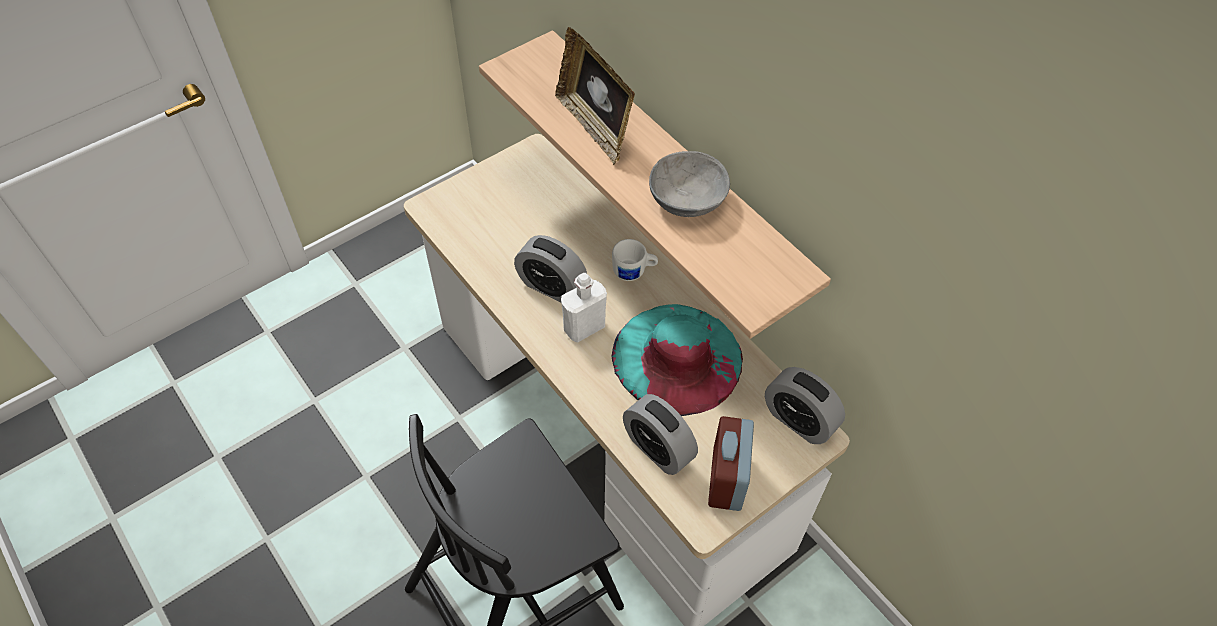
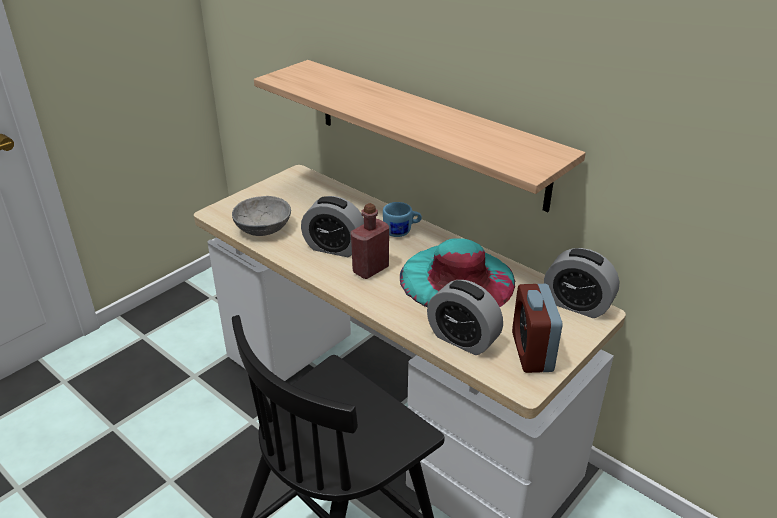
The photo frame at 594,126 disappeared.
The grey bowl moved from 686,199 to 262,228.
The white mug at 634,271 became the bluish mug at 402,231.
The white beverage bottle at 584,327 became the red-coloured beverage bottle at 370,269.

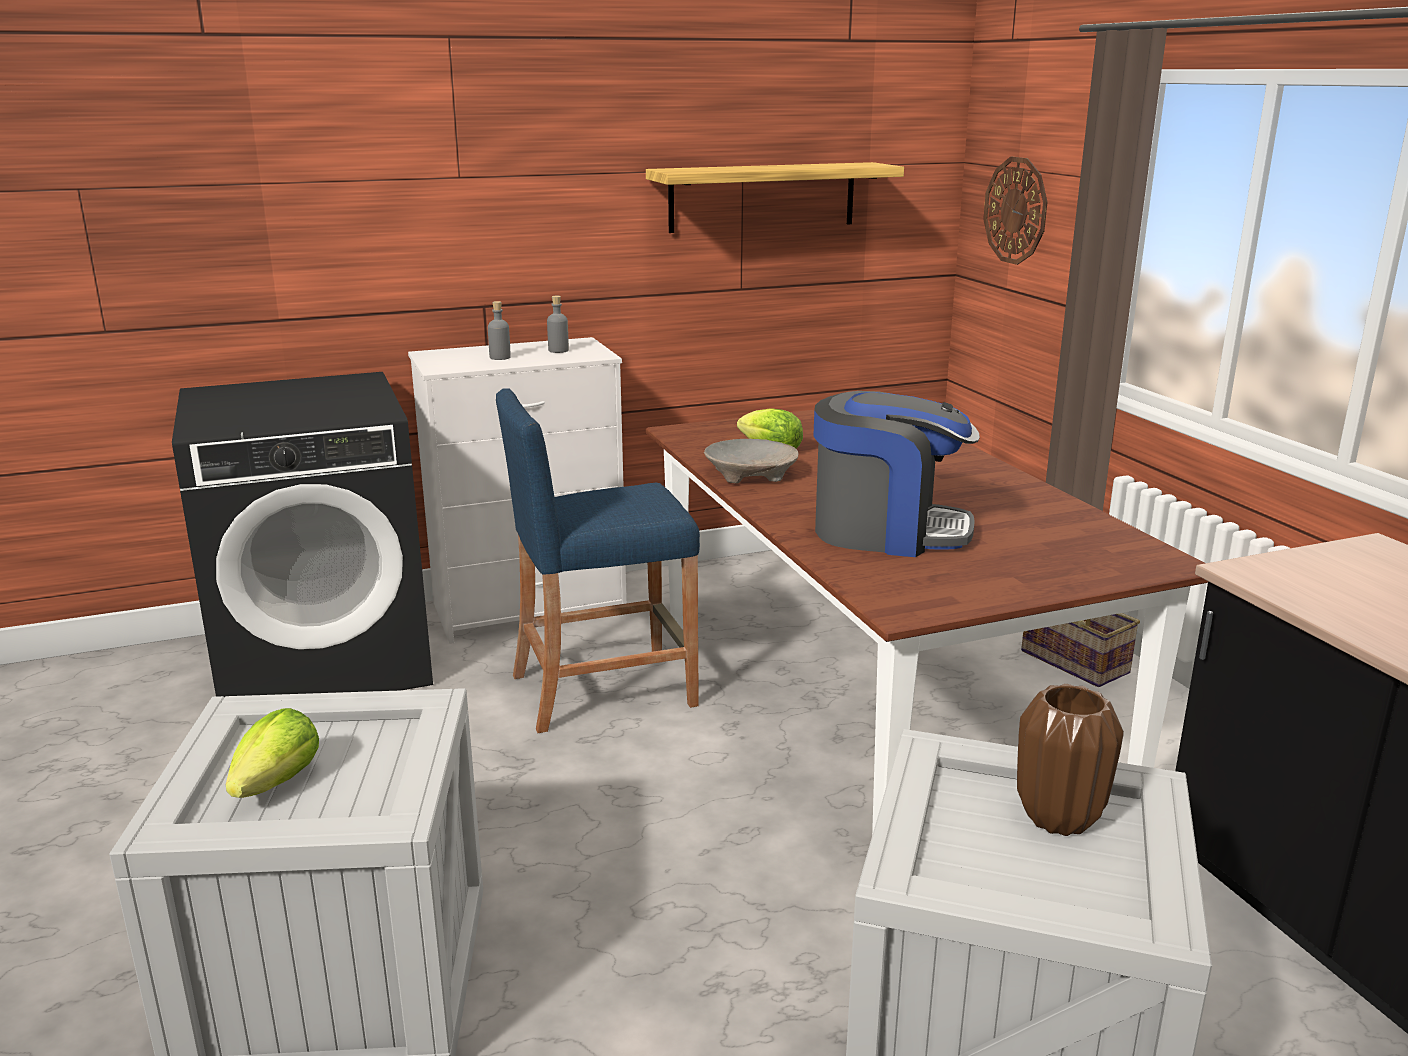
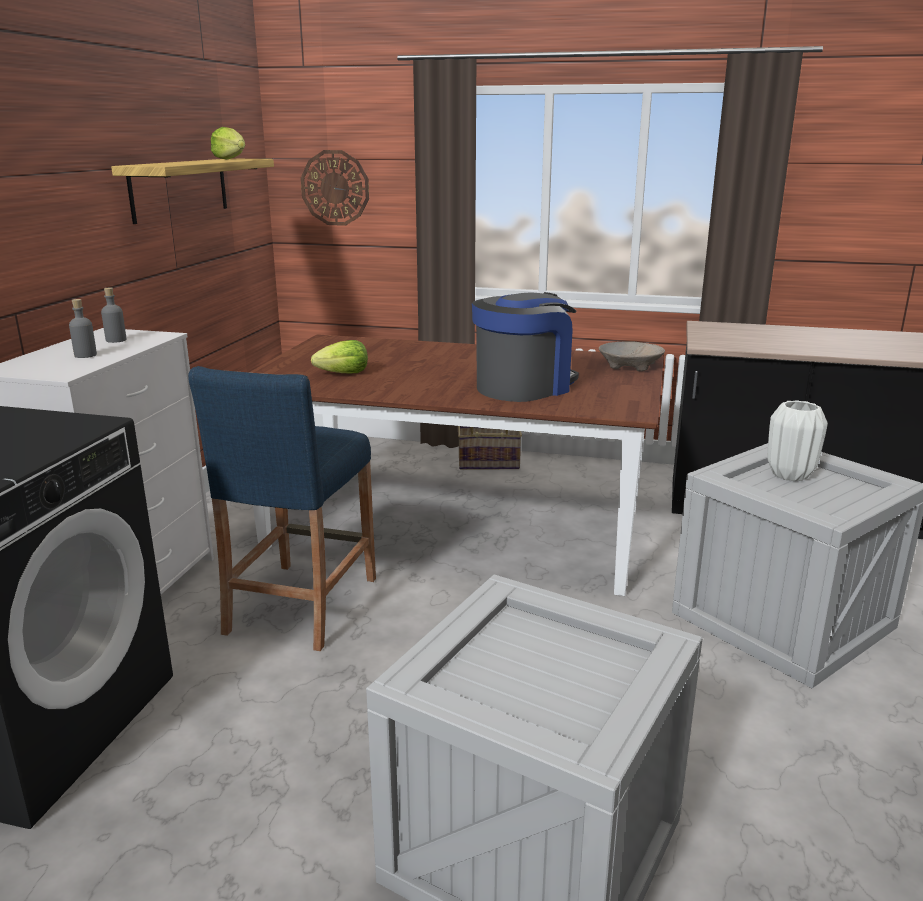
The sand-coloured bowl moved from 750,474 to 629,365.
The brownish vase at 1060,819 became the white vase at 790,475.
The lettuce moved from 278,783 to 230,159.

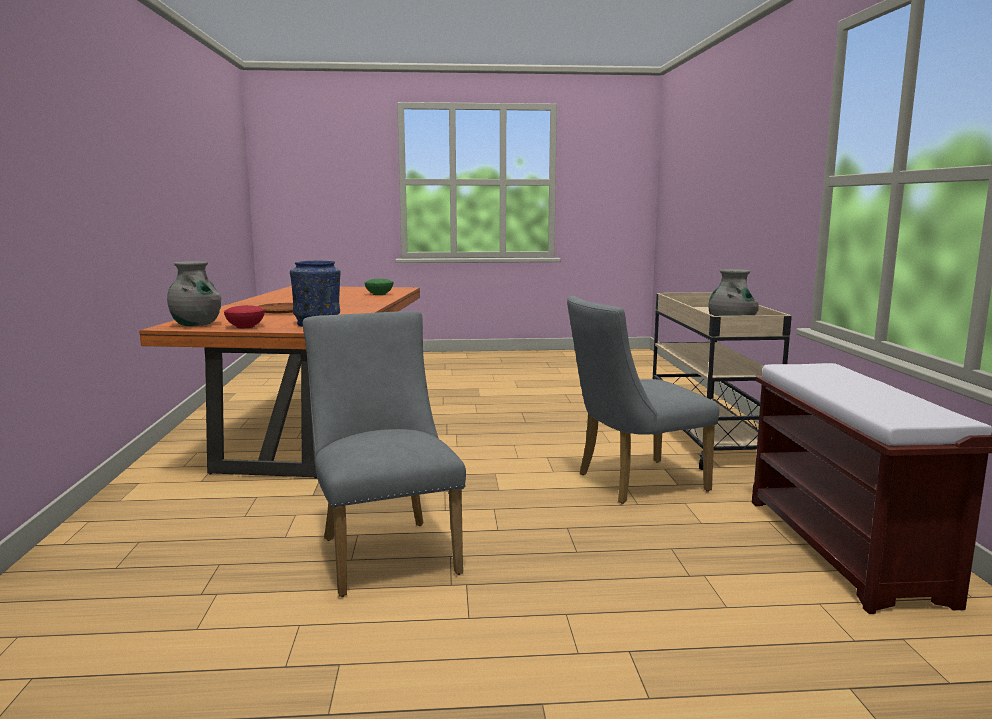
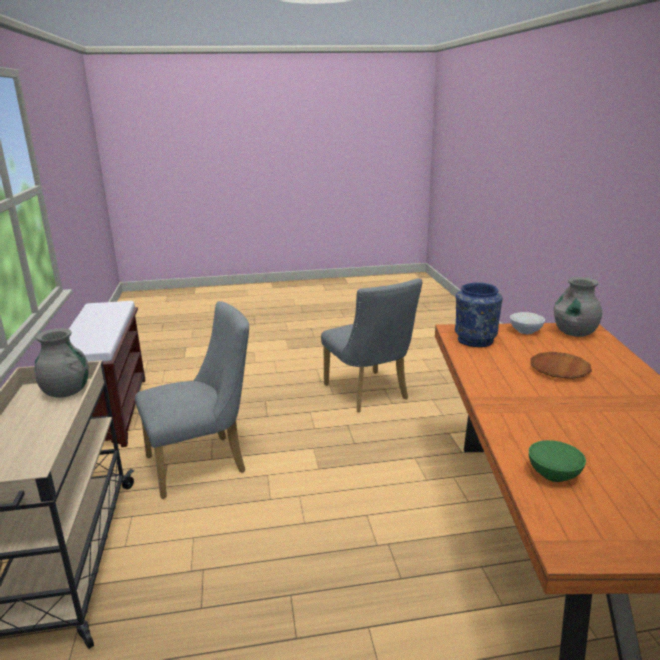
The red-coloured bowl at 245,326 became the white bowl at 526,331.

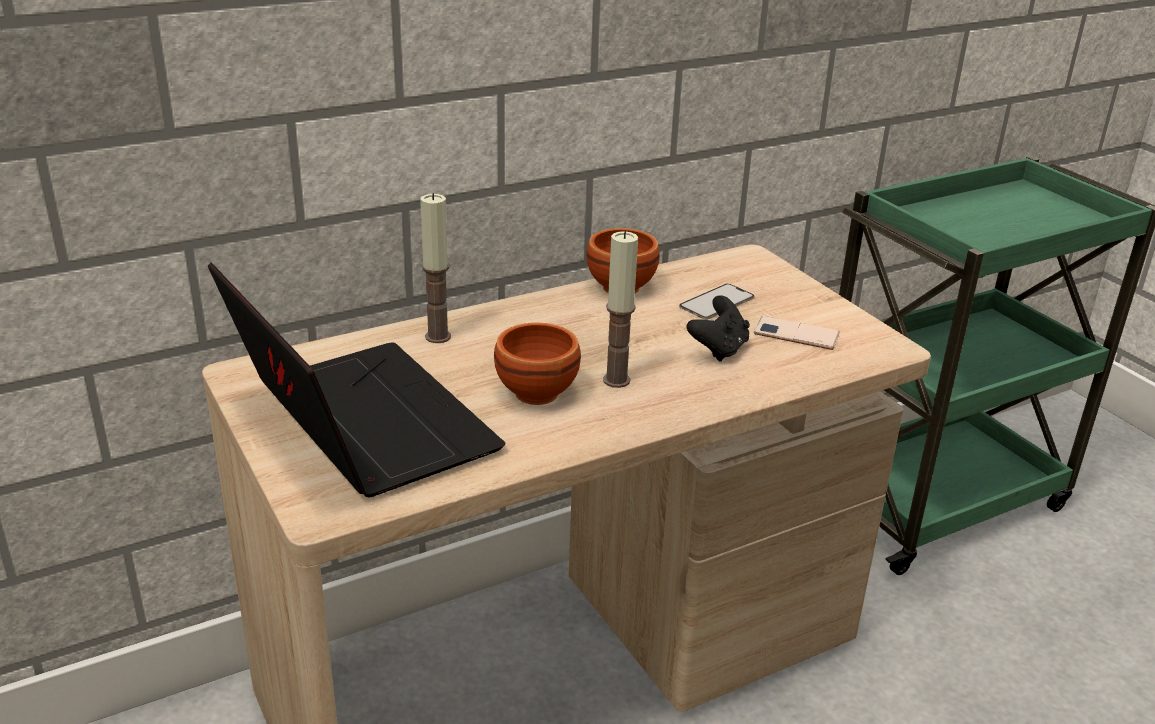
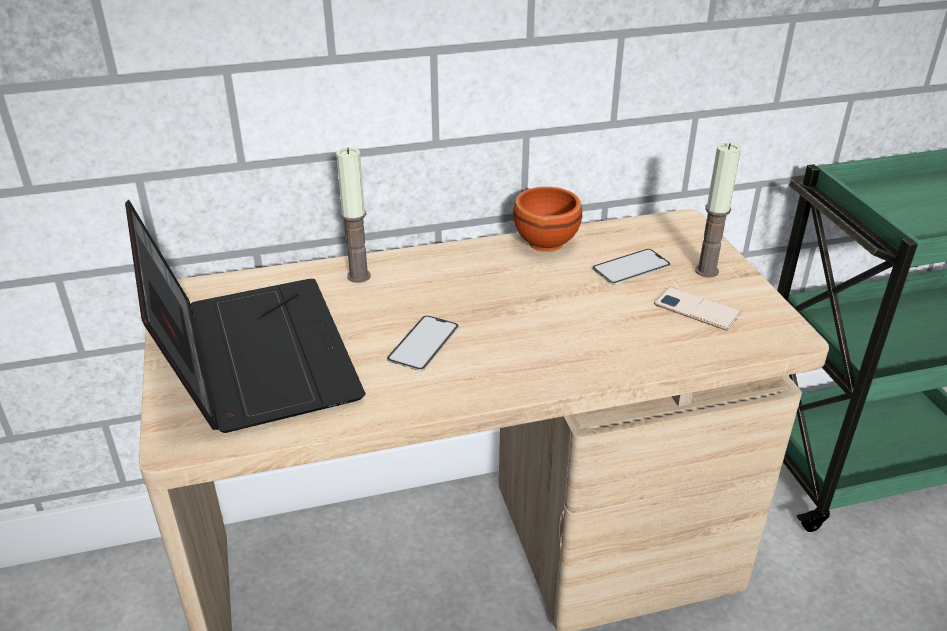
The wax candle moved from 616,380 to 706,271.
The black joypad at 719,349 disappeared.
The brownish bowl at 539,392 was replaced by the telephone at 423,343.

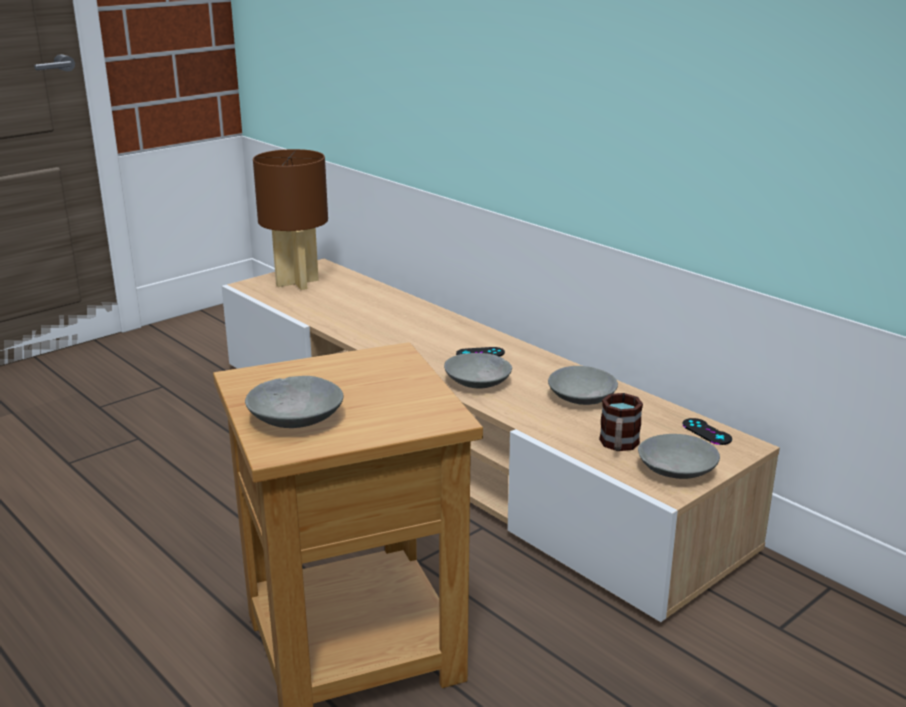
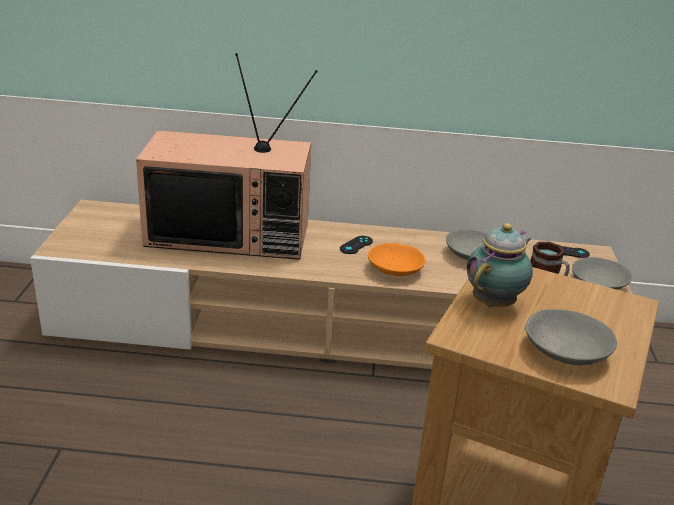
The brownish table lamp at 298,283 disappeared.
The grey bowl at 478,382 became the orangey bowl at 396,269.
The TV at 231,234 appeared.
The tea pot at 495,302 appeared.

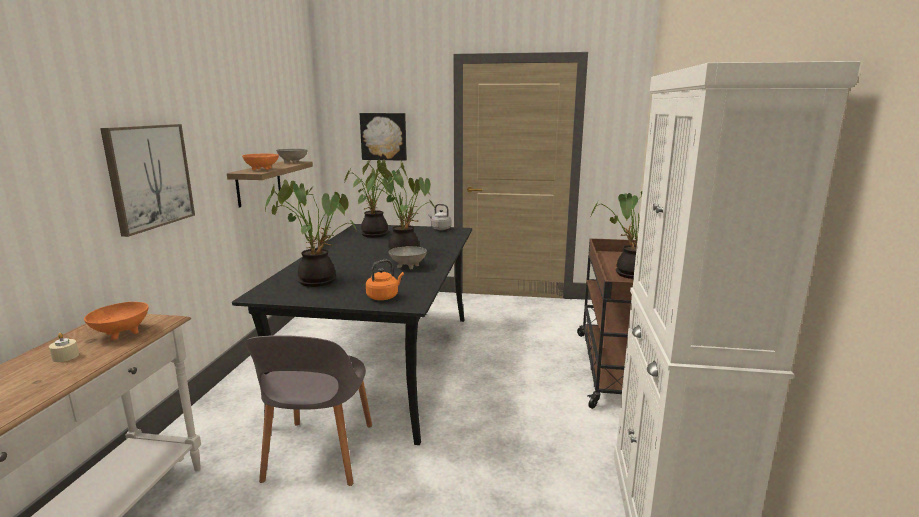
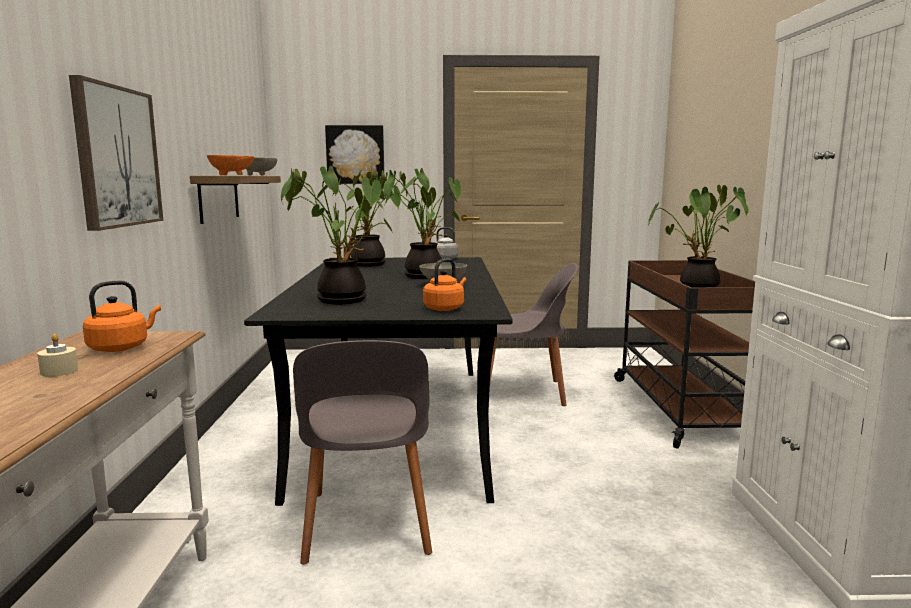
The orangey bowl at 122,332 was replaced by the orangey kettle at 121,347.
The grey chair at 525,392 appeared.

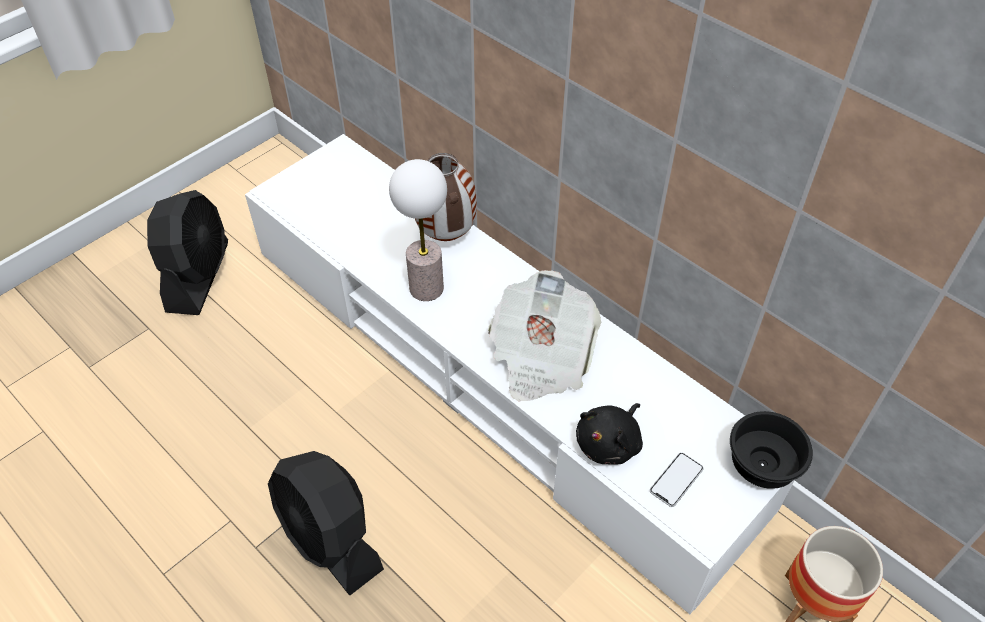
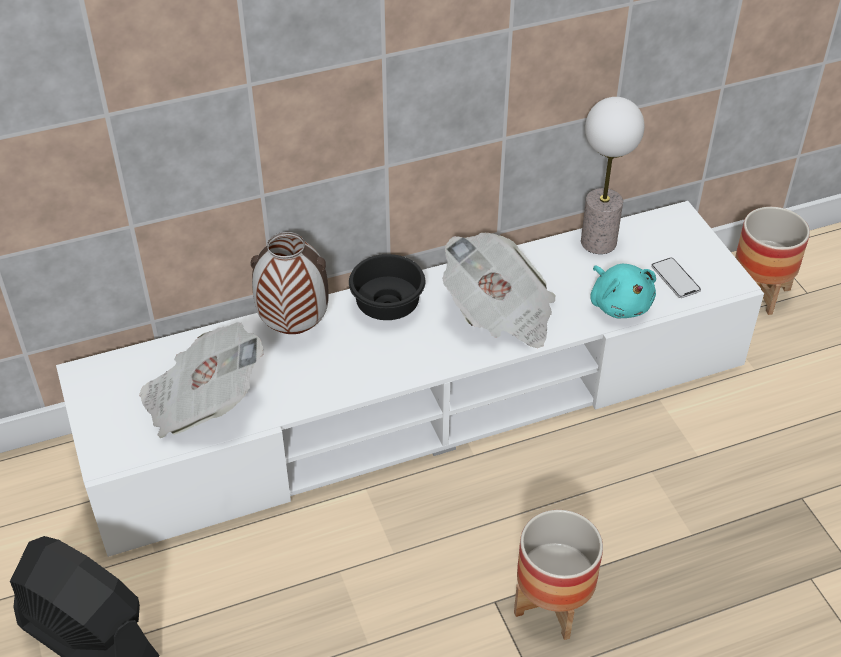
The table lamp moved from 426,288 to 599,242.
The black soft toy at 610,443 became the blue-green soft toy at 619,304.
The black bowl moved from 762,467 to 389,306.
The black electric fan at 330,538 was replaced by the plant pot at 552,604.
The printed paper at 202,402 appeared.

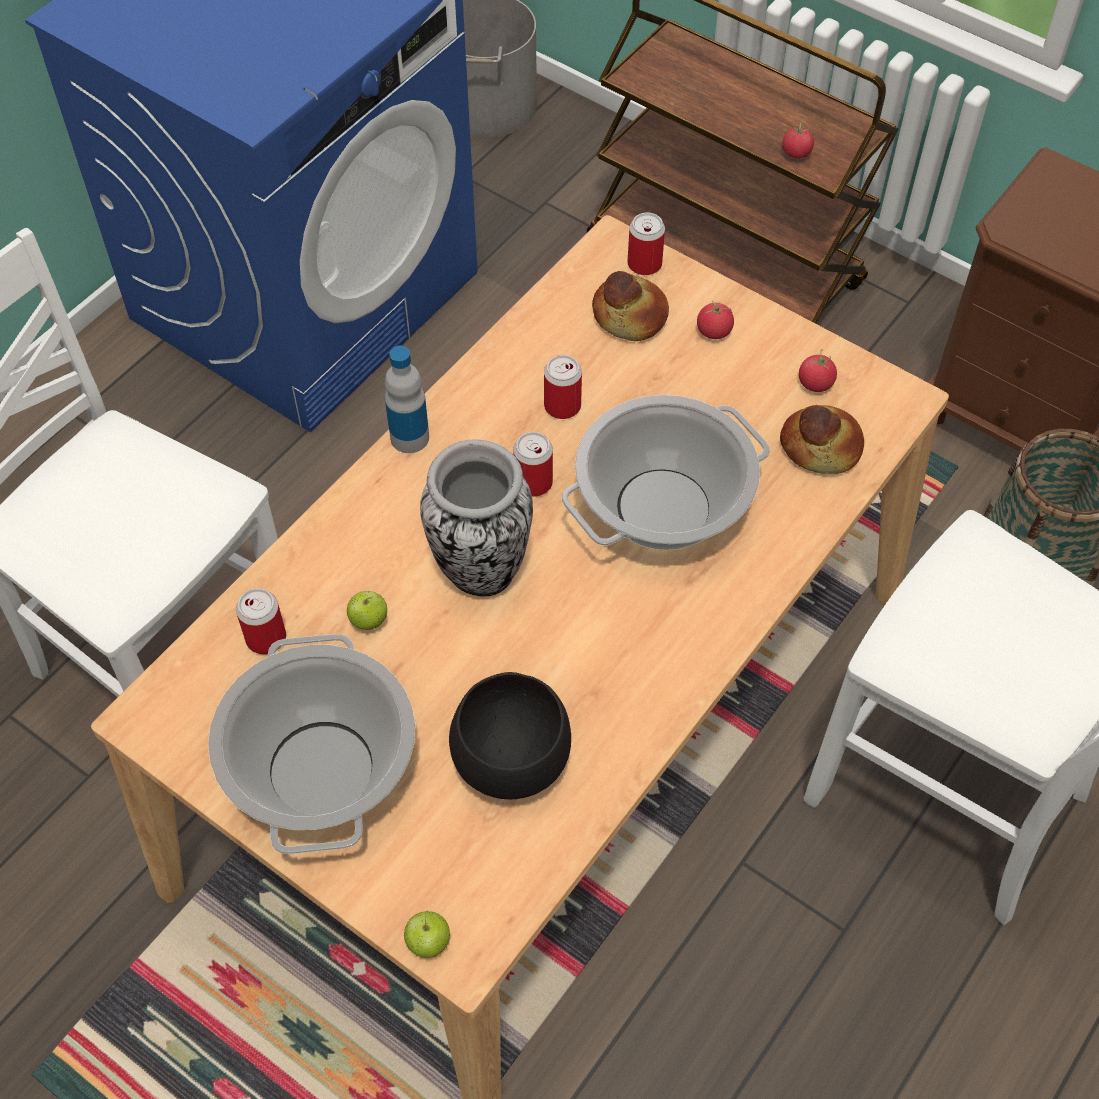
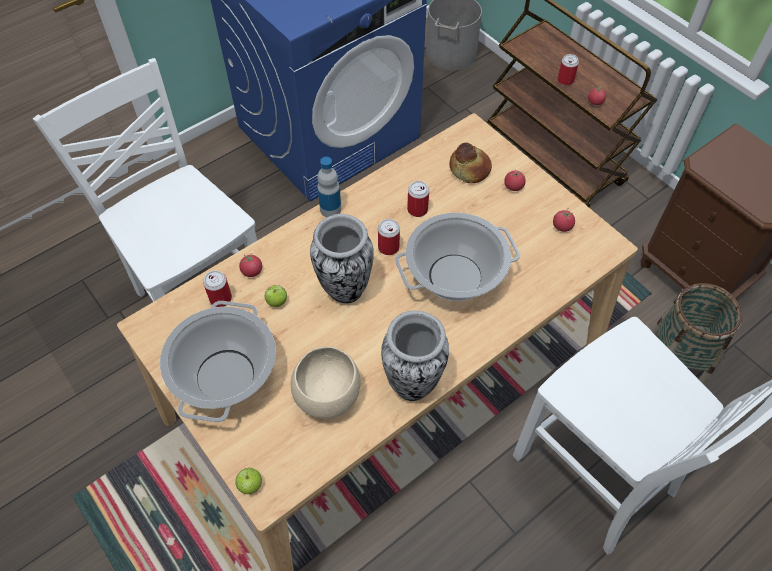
The metal can moved from 644,264 to 565,80.
The bread at 821,446 disappeared.
The black bowl at 508,762 became the sand-coloured bowl at 325,396.
The fresh tomato at 252,271 appeared.
The vase at 413,383 appeared.

